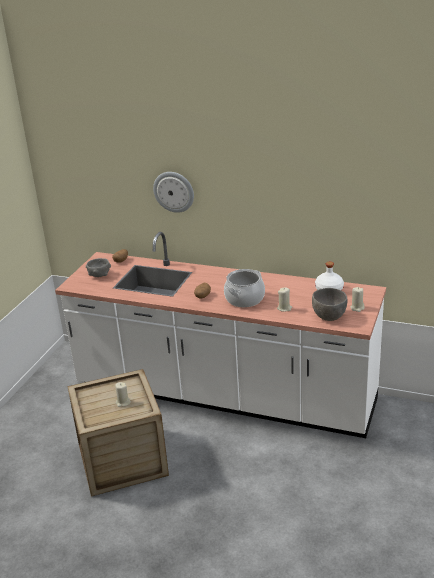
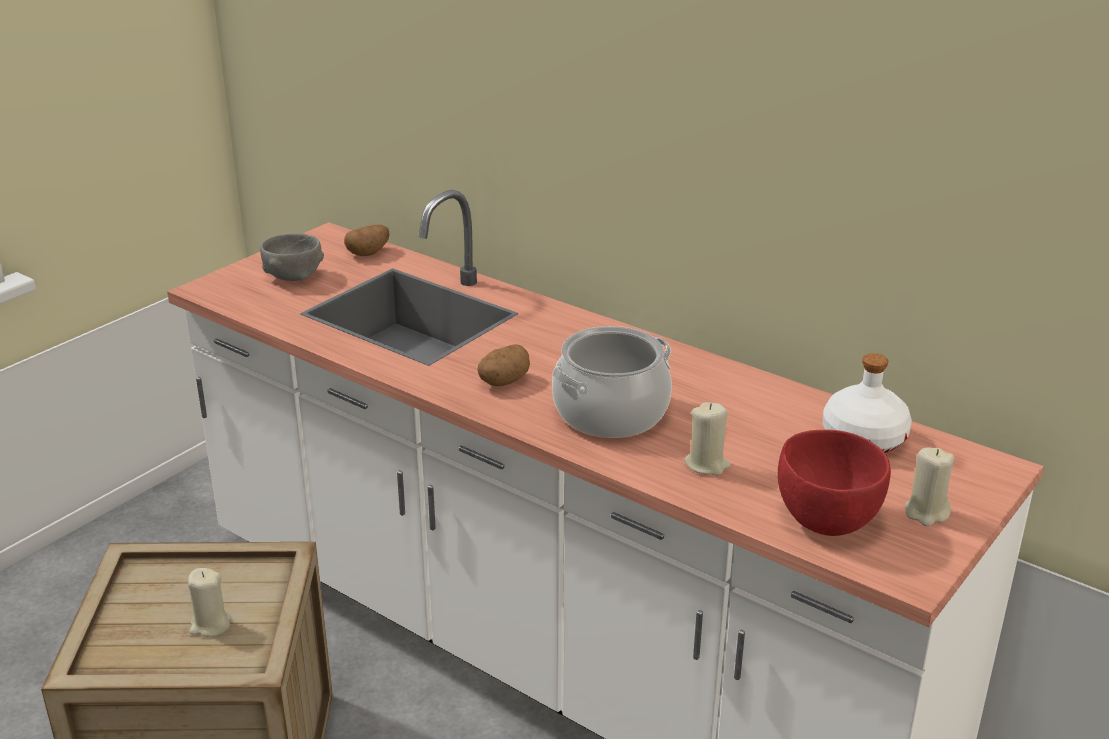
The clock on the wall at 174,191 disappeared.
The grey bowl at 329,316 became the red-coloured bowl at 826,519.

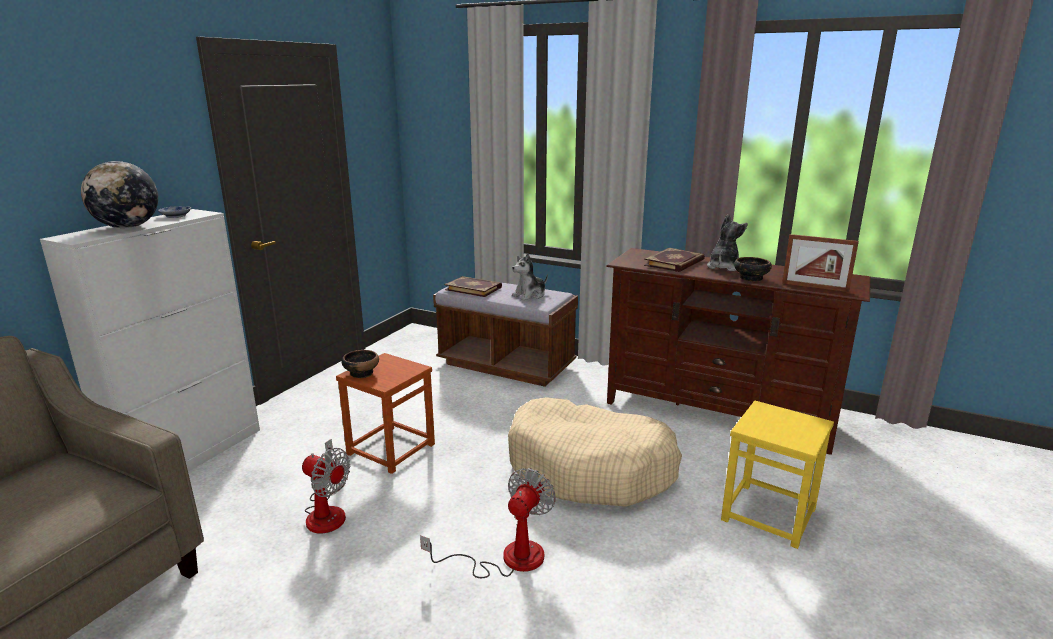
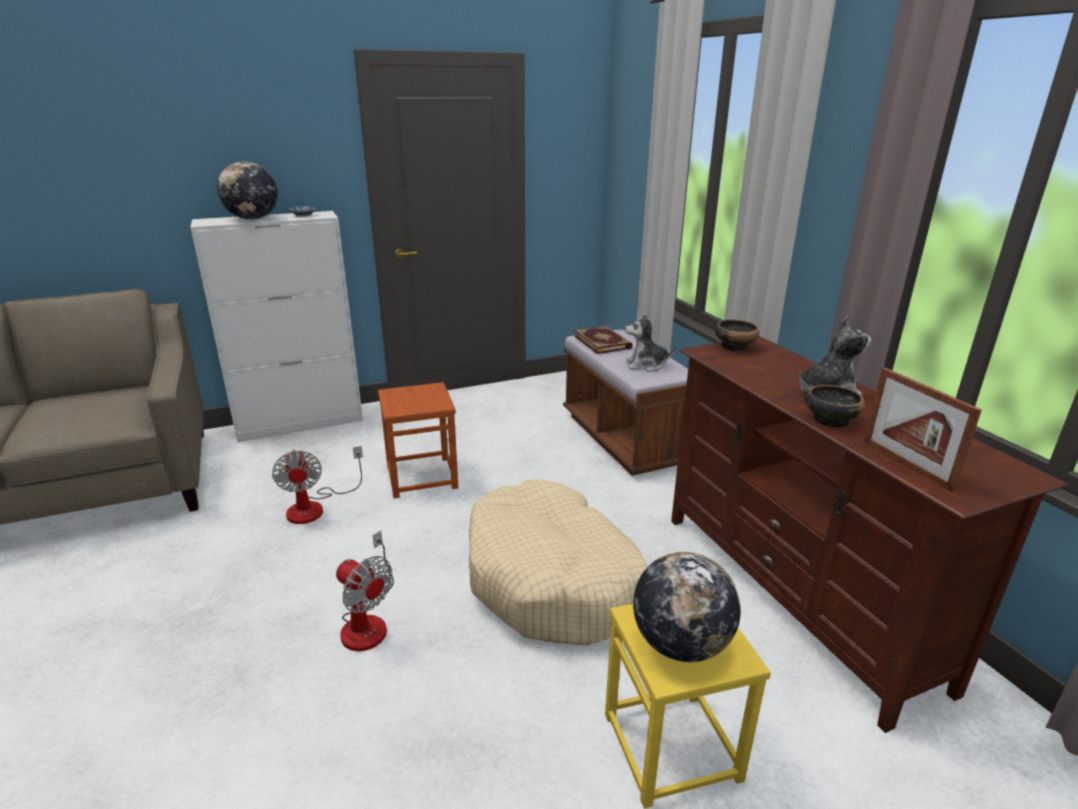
The volume at 675,263 disappeared.
The bowl moved from 361,373 to 734,346.
The electric fan at 507,558 turned 60 degrees clockwise.
The desk globe at 680,644 appeared.

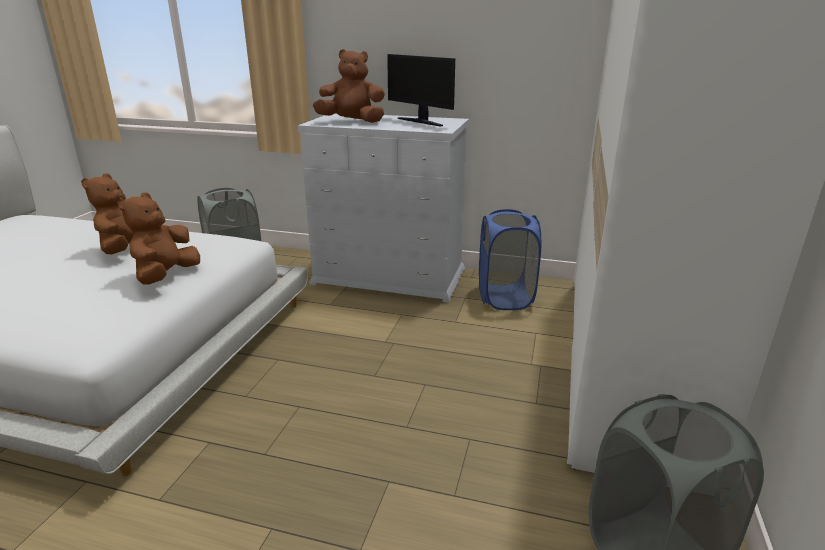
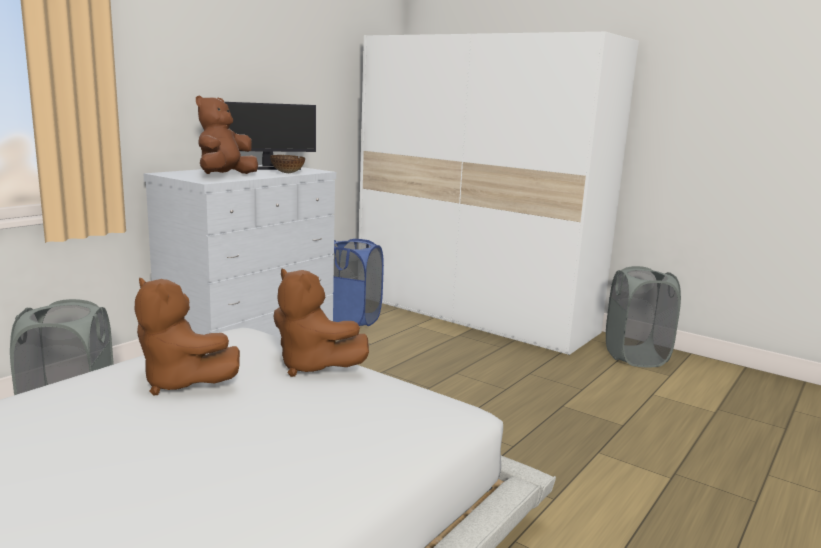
The bowl at 287,173 appeared.

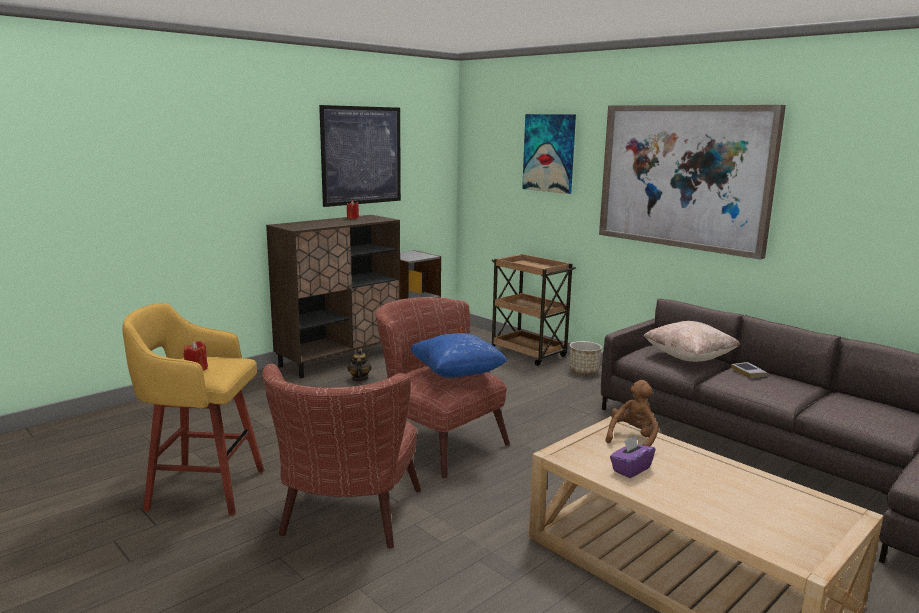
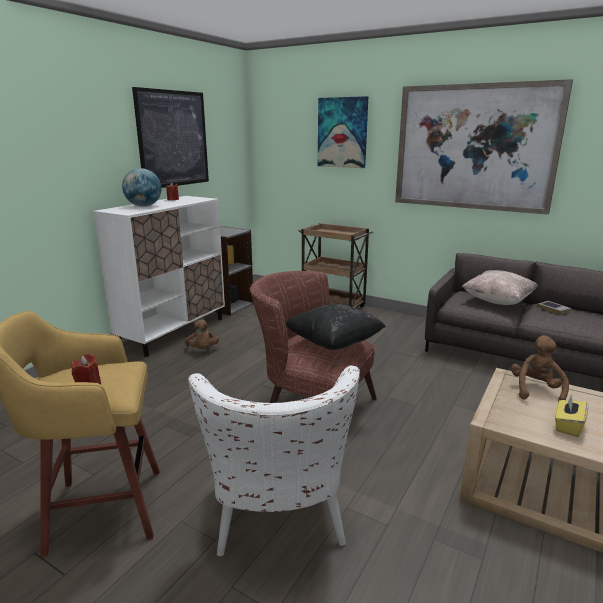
The brownish storage cabinet at 340,359 became the white storage cabinet at 173,332.
The bluish pillow at 457,374 became the black pillow at 334,343.
The plant pot at 584,371 disappeared.
The tea pot at 359,379 was replaced by the brownish soft toy at 202,350.
The brownish armchair at 346,521 became the white armchair at 278,519.
The purple-coloured tissue holder at 630,469 became the yellow tissue holder at 568,426.
The desk globe at 144,206 appeared.

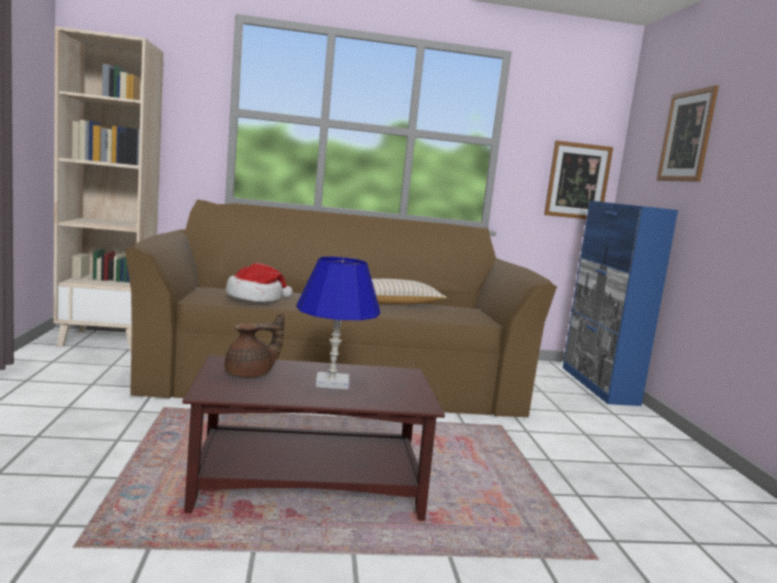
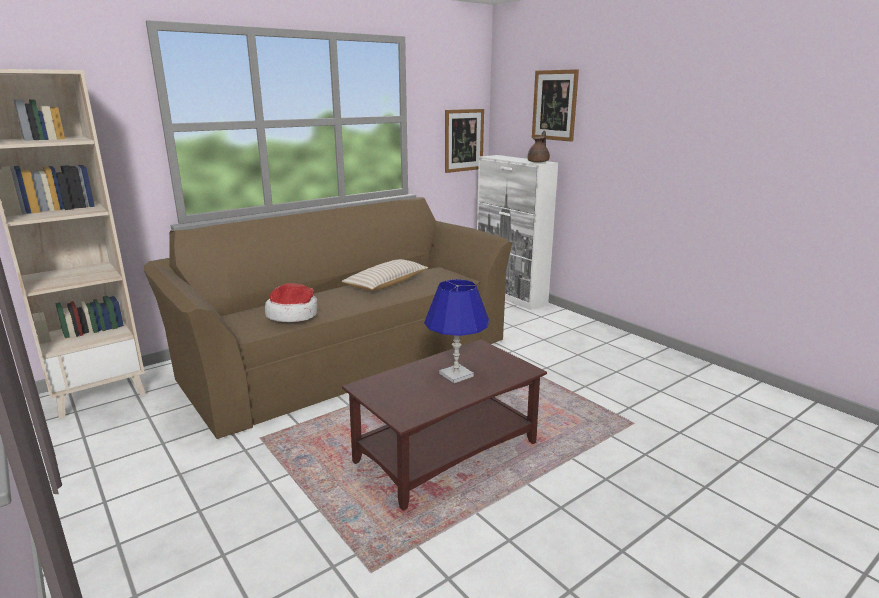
The bluish storage cabinet at 598,385 became the white storage cabinet at 510,296.
The brownish tea pot moved from 250,375 to 539,162.

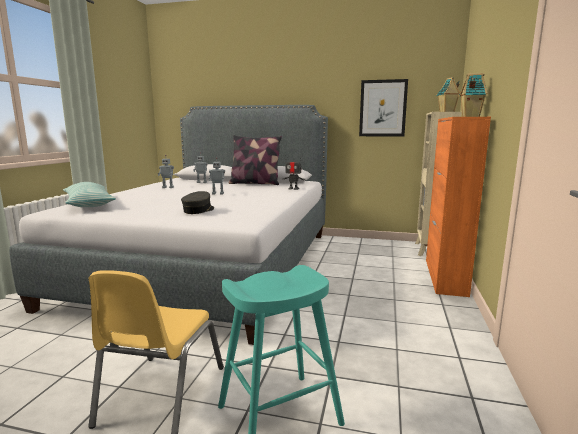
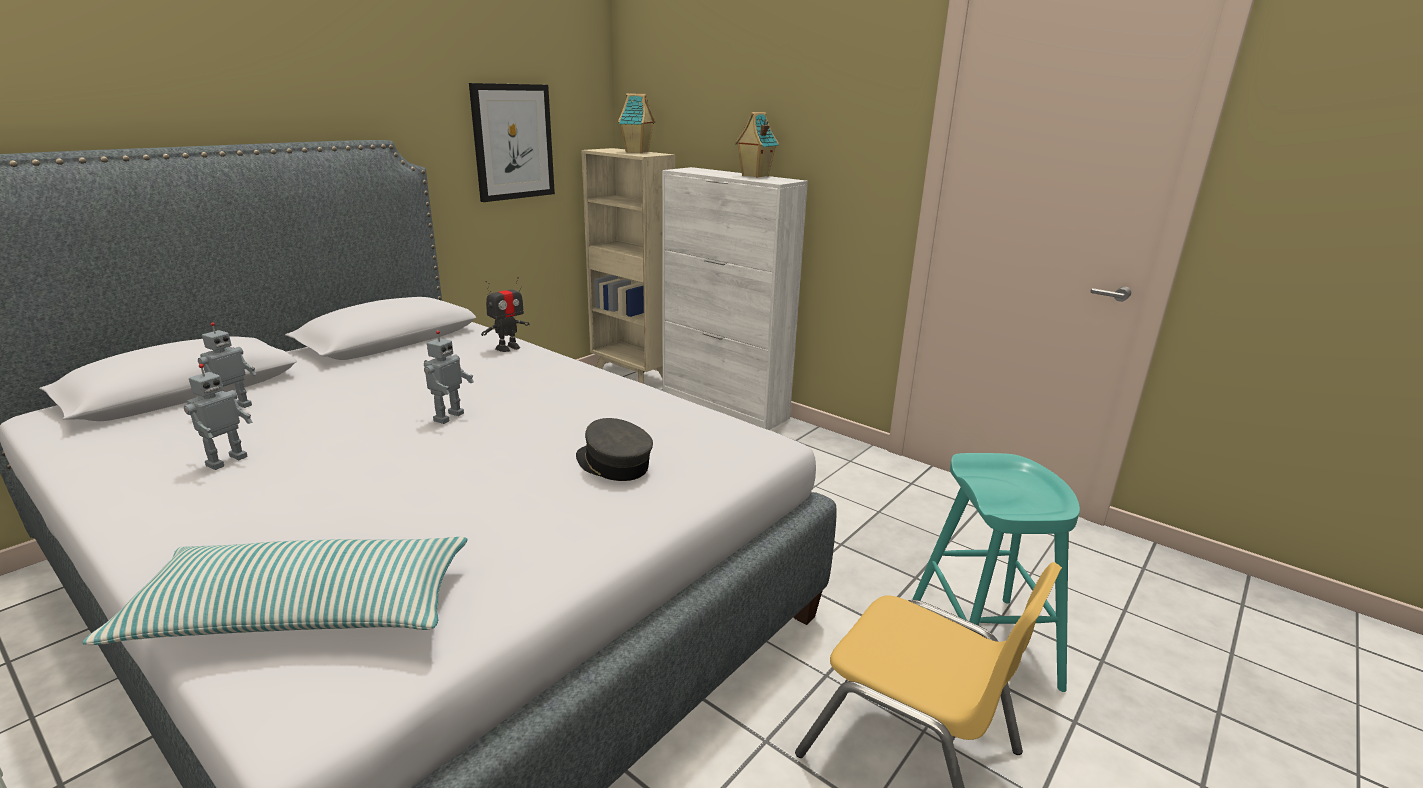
The orangey storage cabinet at 445,277 became the white storage cabinet at 724,406.
The pillow at 255,183 disappeared.

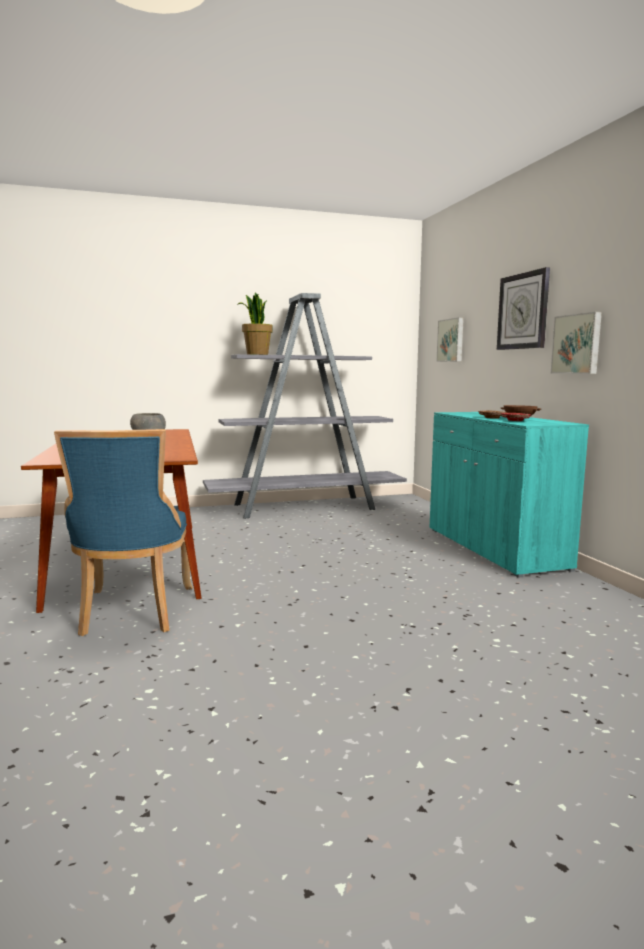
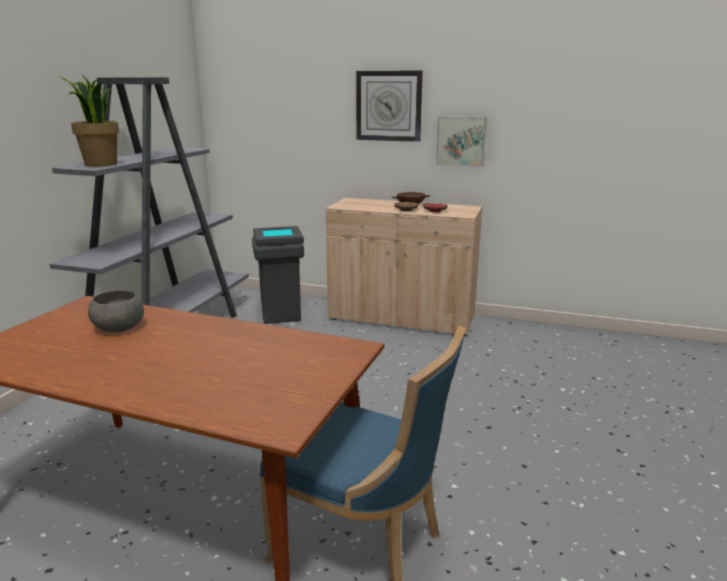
The picture at 451,340 disappeared.
The blue-green storage cabinet at 494,548 became the sand-coloured storage cabinet at 401,318.
The grey waste bin at 281,315 appeared.

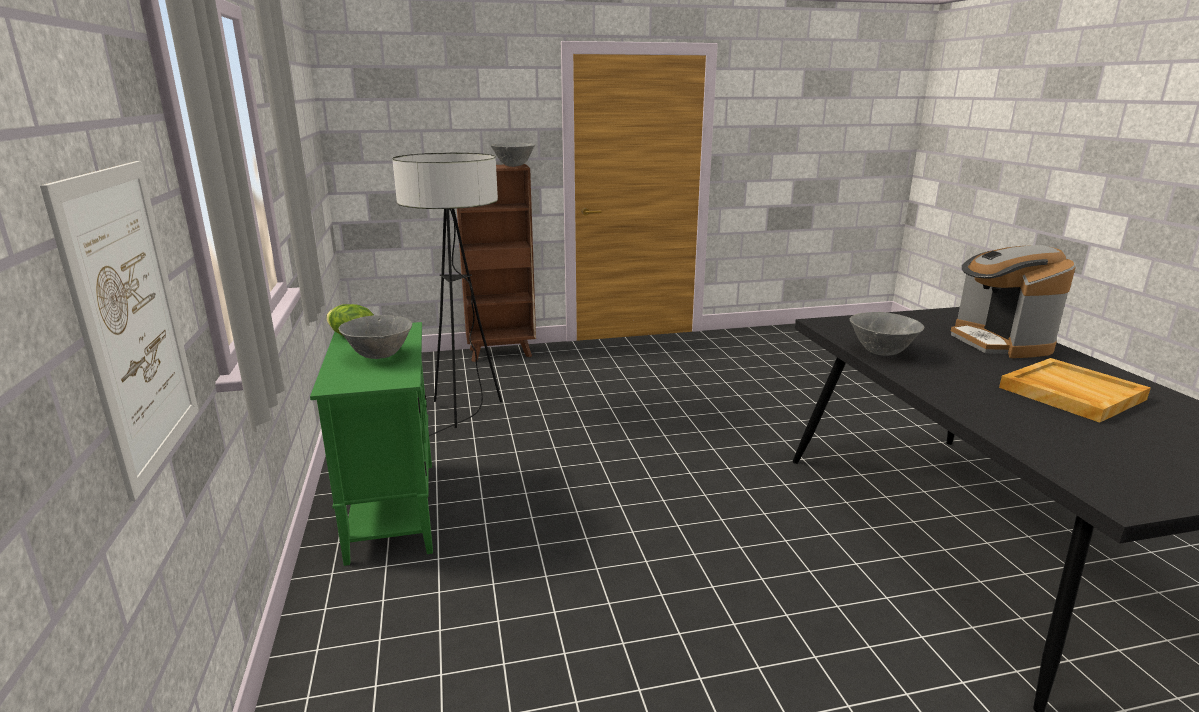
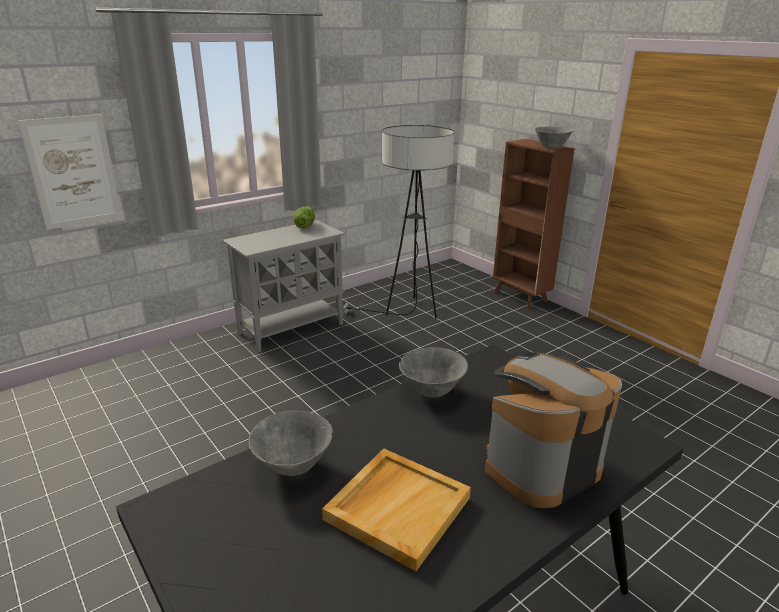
The grey bowl moved from 379,356 to 293,466.
The green storage cabinet at 392,509 became the grey storage cabinet at 292,328.

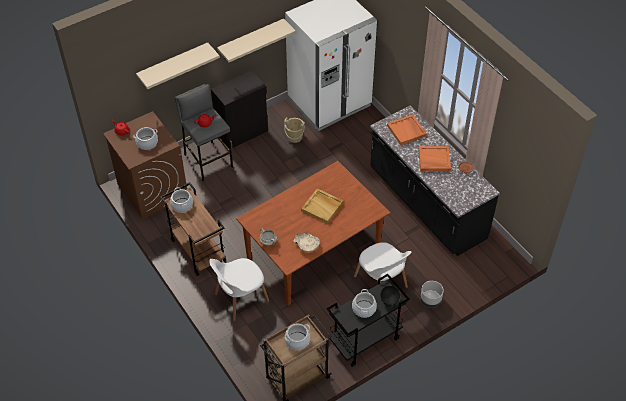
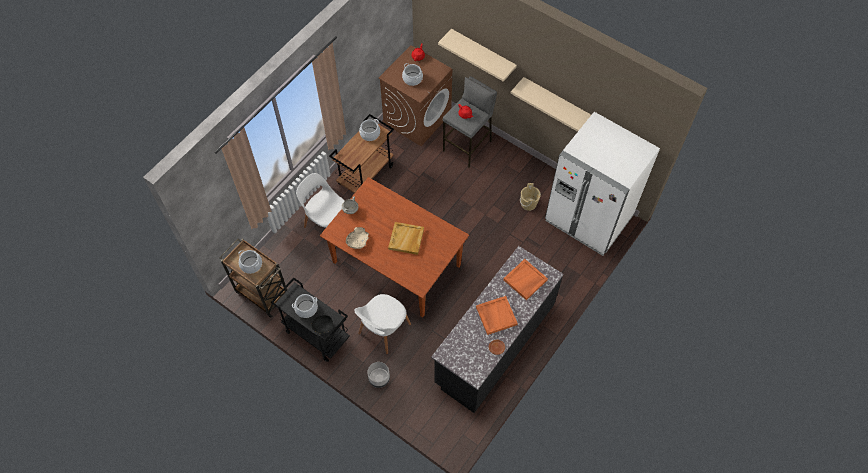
The black storage cabinet at 242,133 disappeared.

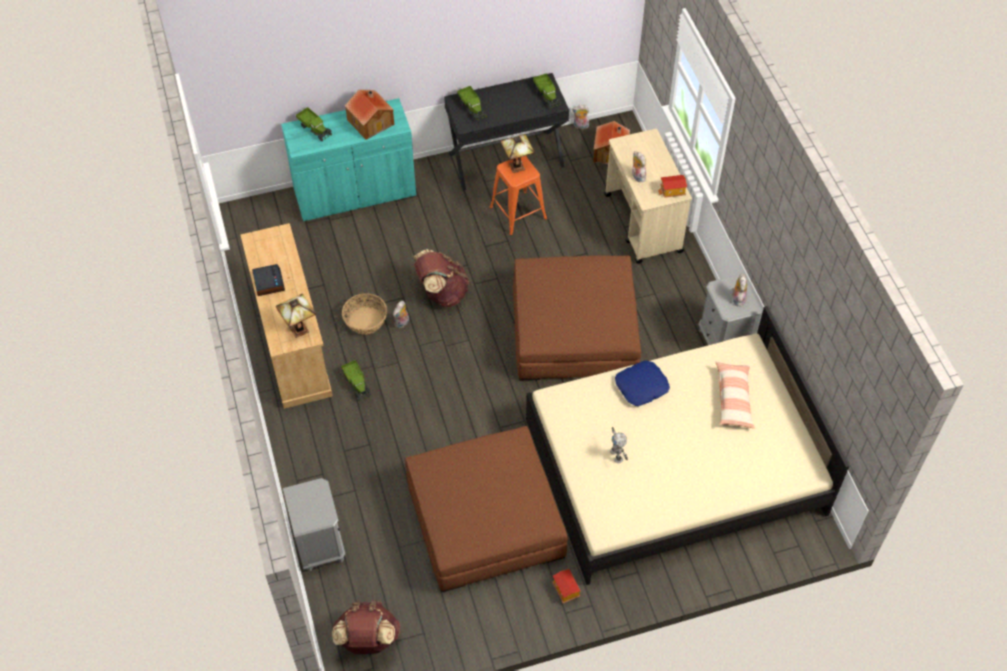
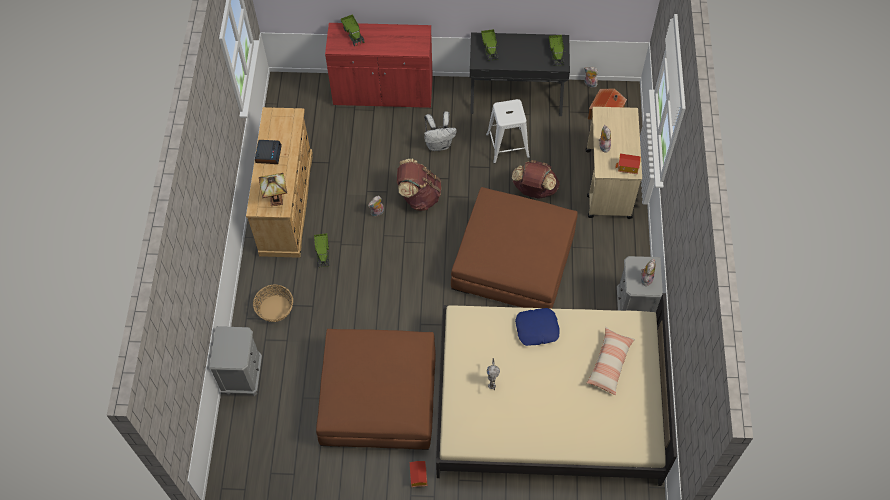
The miniature house at 371,121 disappeared.
The blue-green storage cabinet at 355,193 became the red-coloured storage cabinet at 383,92.
The table lamp at 518,167 disappeared.
The orangey stool at 518,213 became the white stool at 507,145.
The basket moved from 365,320 to 275,308.
The brownish backpack moved from 368,640 to 534,190.
The white backpack at 439,144 appeared.

